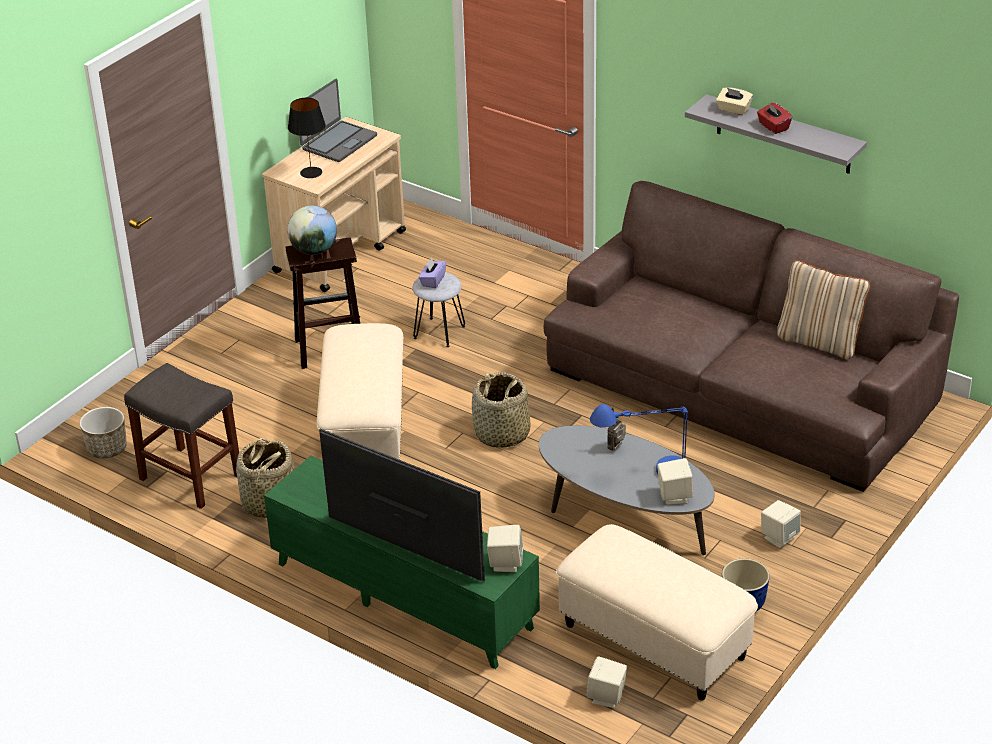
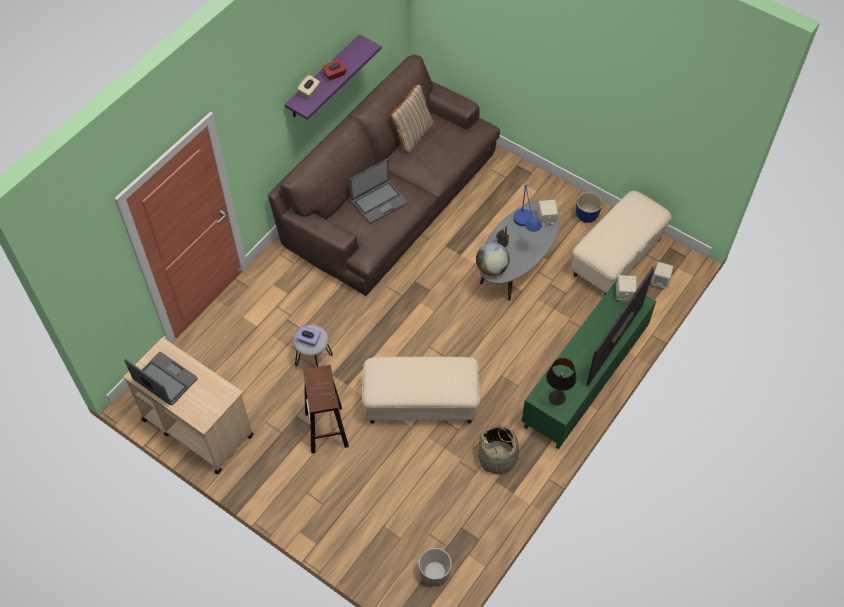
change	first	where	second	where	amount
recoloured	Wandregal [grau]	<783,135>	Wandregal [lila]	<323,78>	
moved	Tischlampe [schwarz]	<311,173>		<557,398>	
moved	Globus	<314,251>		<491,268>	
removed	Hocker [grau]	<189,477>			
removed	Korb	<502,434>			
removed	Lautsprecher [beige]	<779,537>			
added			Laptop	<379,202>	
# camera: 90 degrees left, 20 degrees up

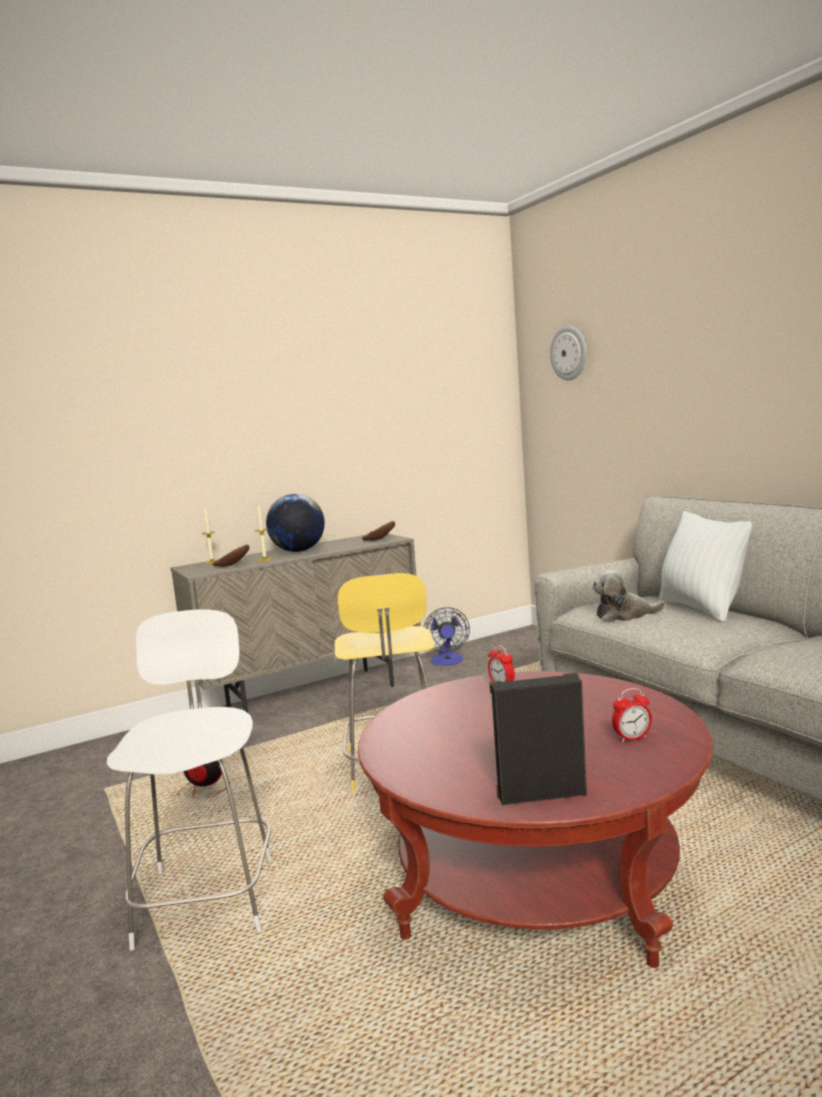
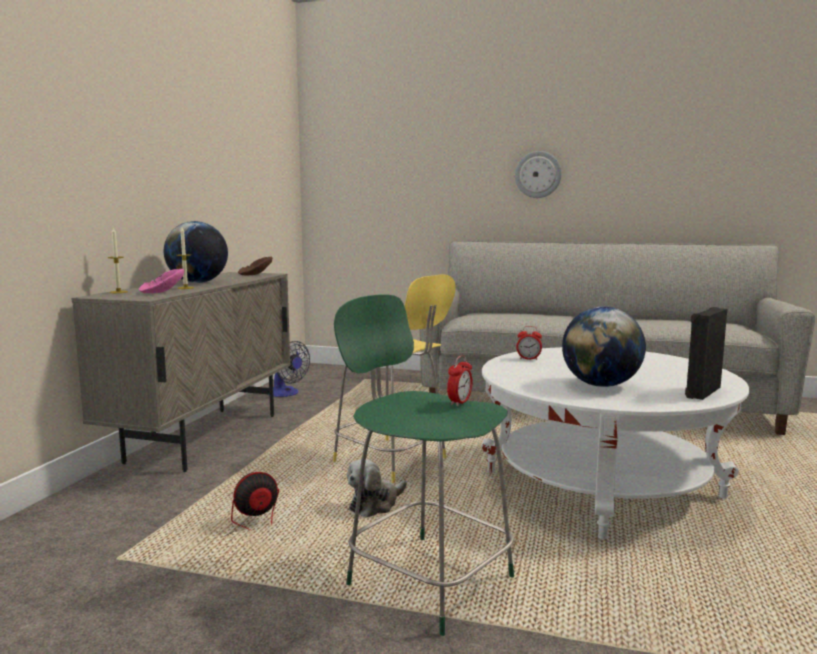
change	first	where	second	where	amount
moved	Wanduhr	<569,353>		<538,174>	
removed	Kissen [weiß]	<701,609>			
recoloured	Schüssel [braun]	<231,565>	Schüssel [rosa]	<161,292>	
moved	Plüschtier	<624,615>		<375,504>	
recoloured	Hocker [weiß]	<207,896>	Hocker [grün]	<426,579>	
recoloured	Couchtisch [rot]	<537,876>	Couchtisch [weiß]	<602,484>	
moved	Wecker	<632,738>		<459,402>	
added			Globus	<601,385>	
# camera: 45 degrees left, 0 degrees up

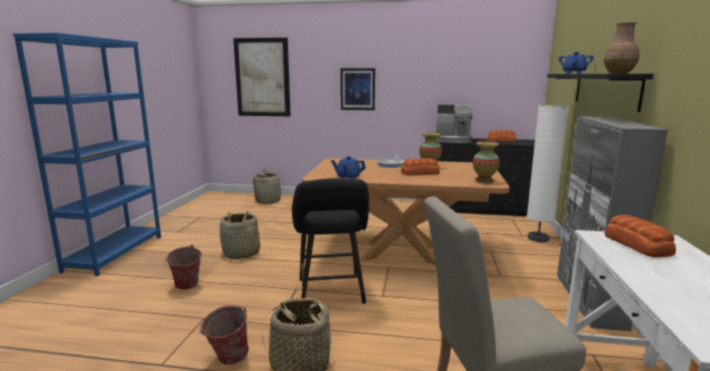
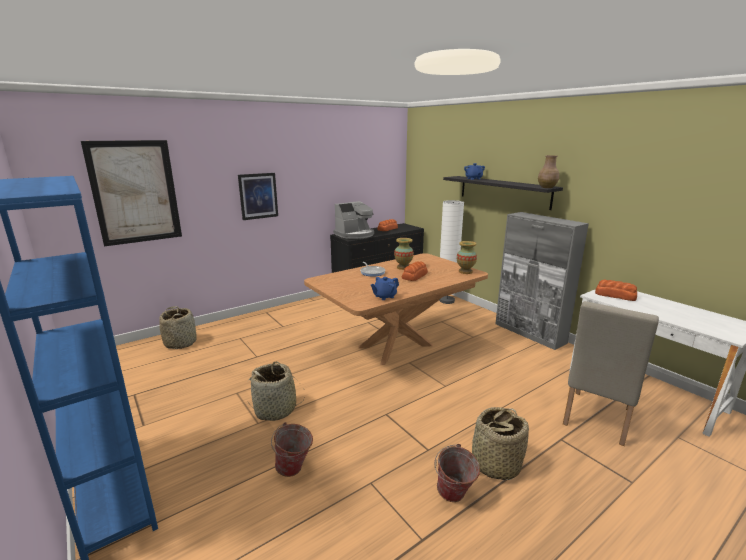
change	first	where	second	where	amount
removed	Hocker [schwarz]	<331,293>			
# camera: 45 degrees left, 5 degrees up

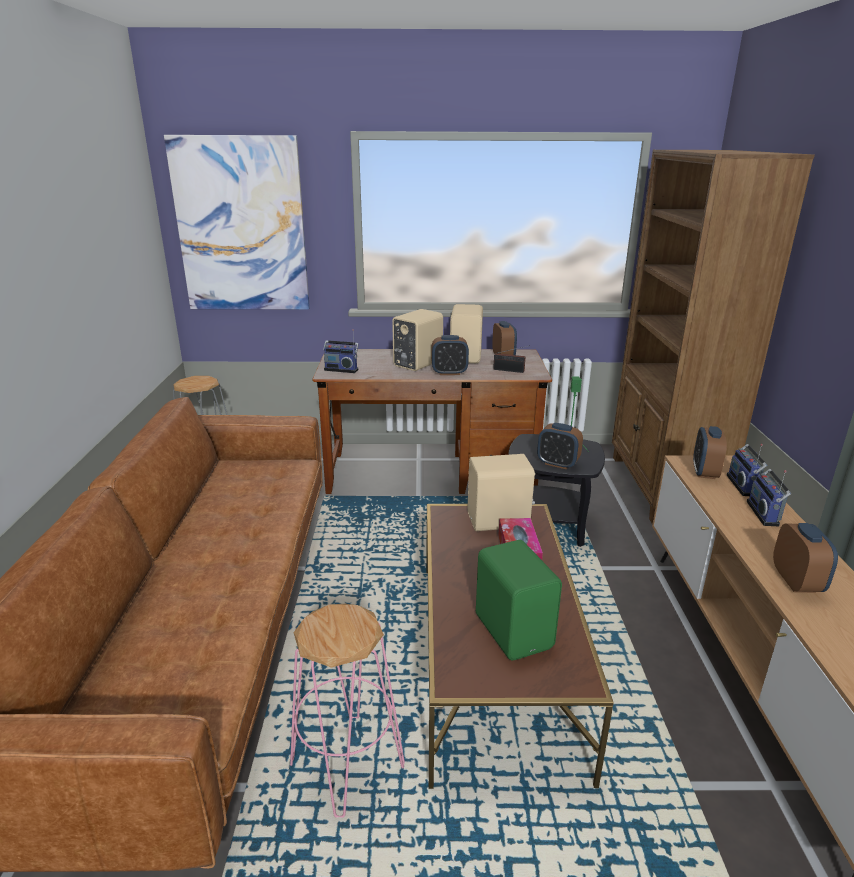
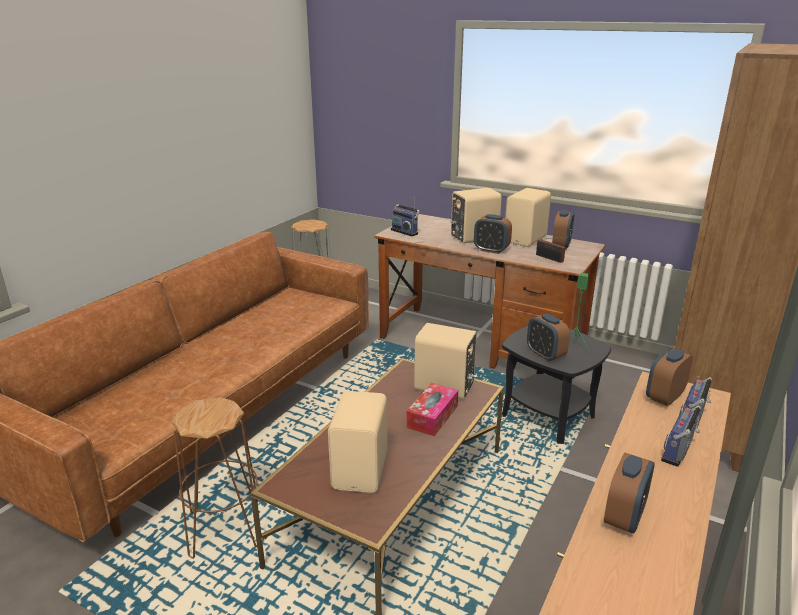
change	first	where	second	where	amount
removed	Bild	<241,226>			
recoloured	Lautsprecher [grün]	<514,630>	Lautsprecher [beige]	<362,470>	
recoloured	Hocker [rosa]	<346,764>	Hocker [braun]	<225,528>	
# camera: 30 degrees right, 0 degrees up

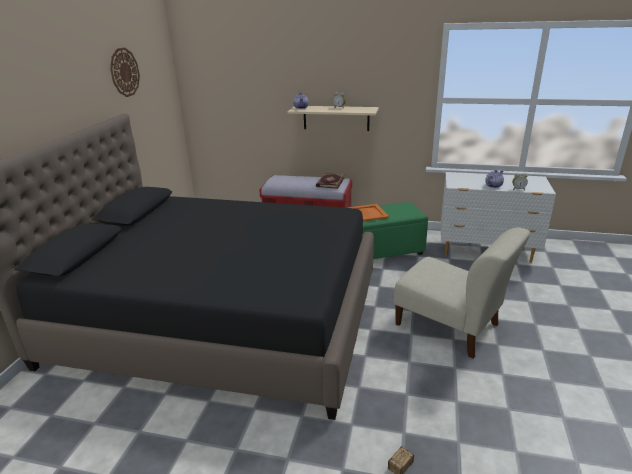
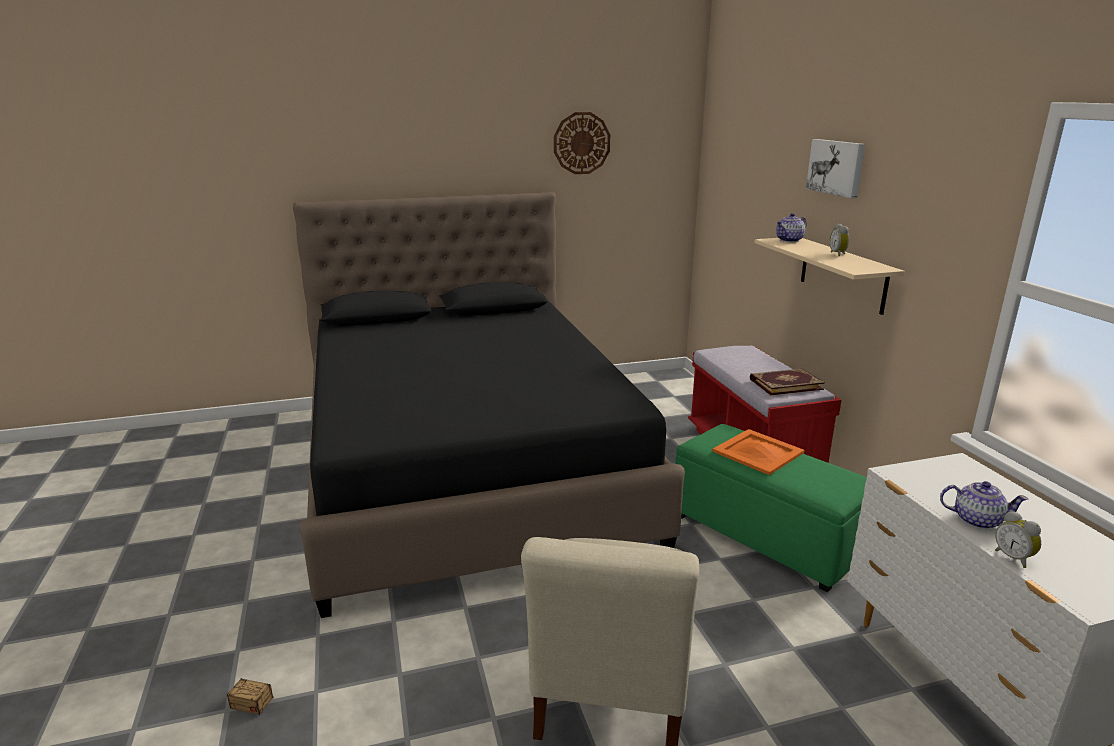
change	first	where	second	where	amount
added			Bild	<837,167>	
# camera: 60 degrees right, 5 degrees down

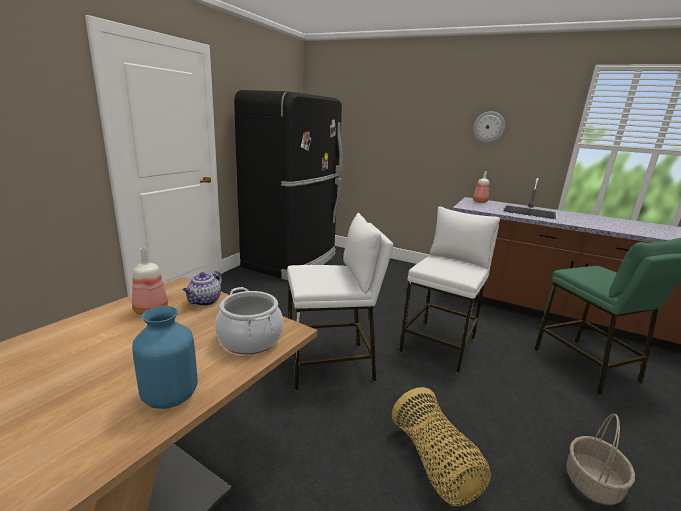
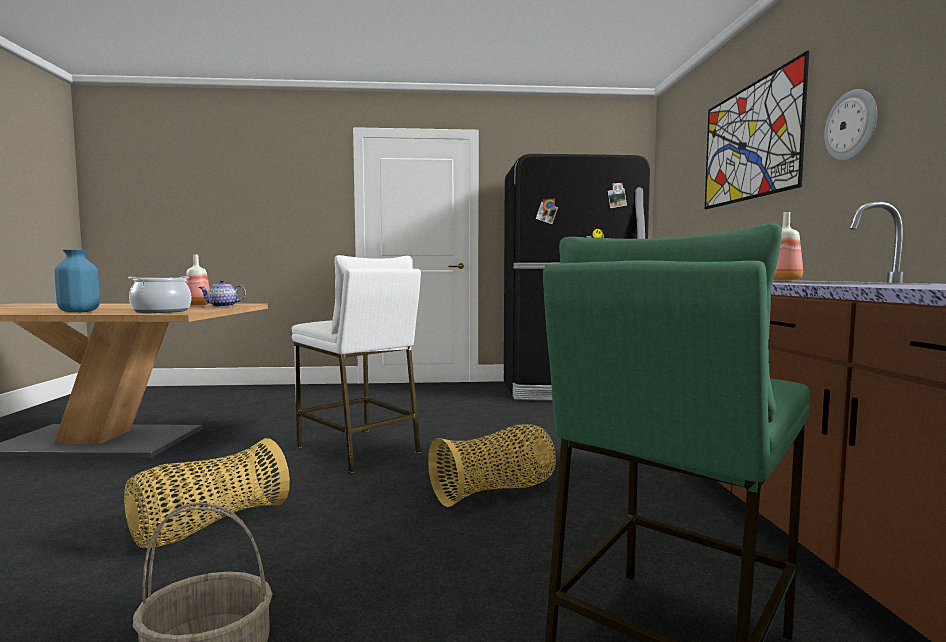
change	first	where	second	where	amount
replaced	Hocker [weiß]	<439,345>	Korb	<495,492>	
added			Bild	<749,142>	
# camera: 60 degrees right, 15 degrees down

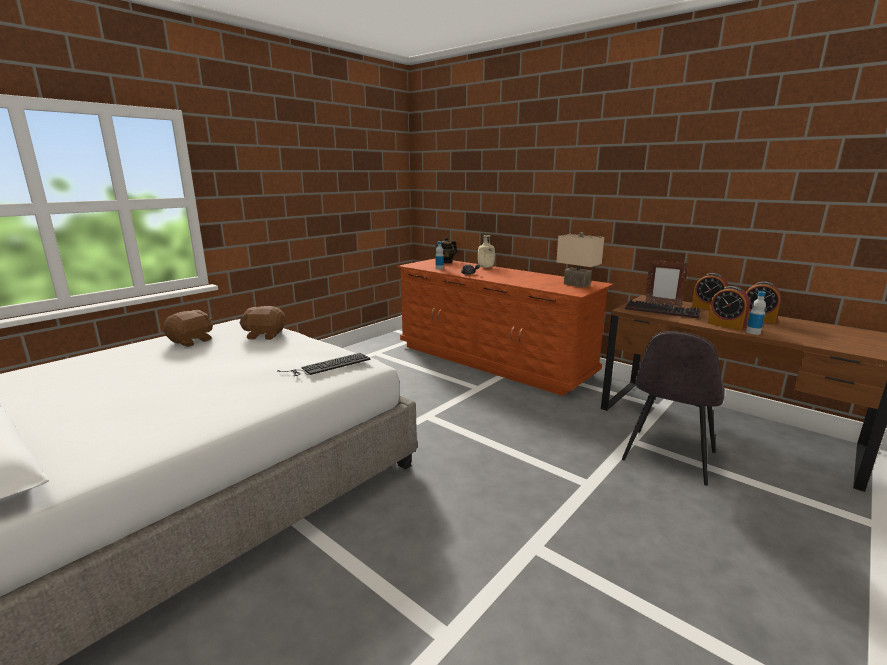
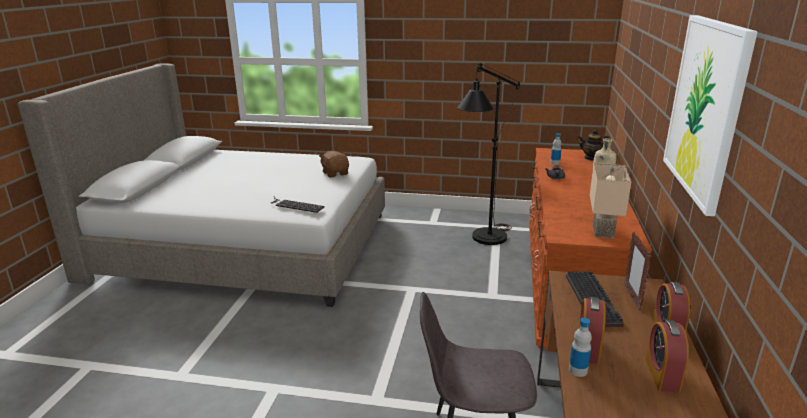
change	first	where	second	where	amount
removed	Plüschtier [braun]	<192,341>			
added			Bild	<705,108>	
added			Stehlampe [schwarz]	<484,241>	
# camera: 60 degrees right, 5 degrees up

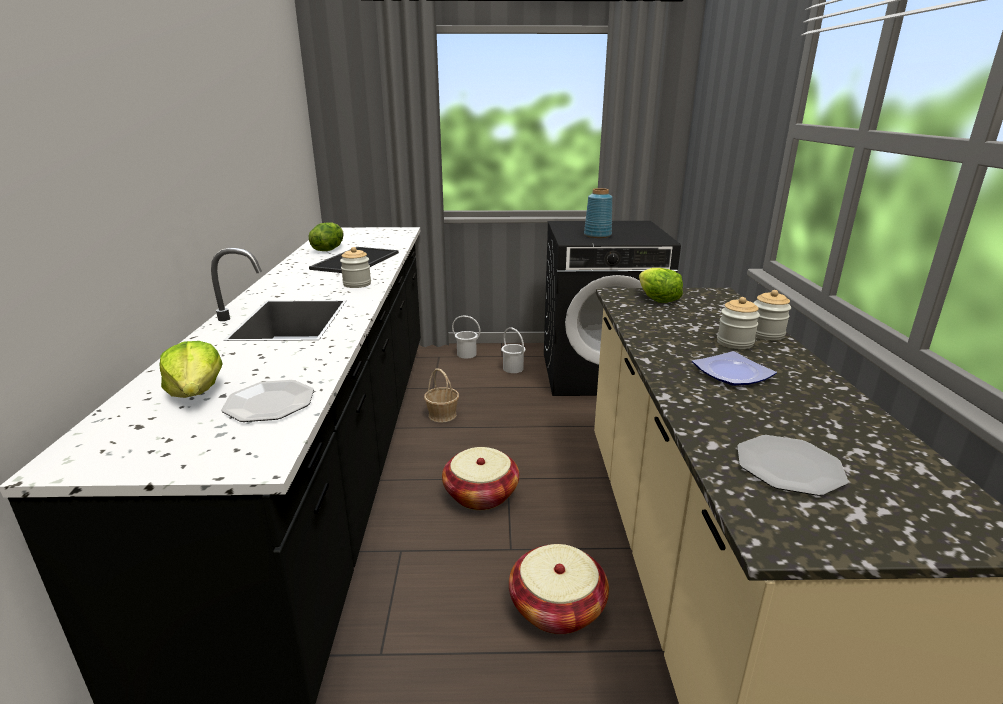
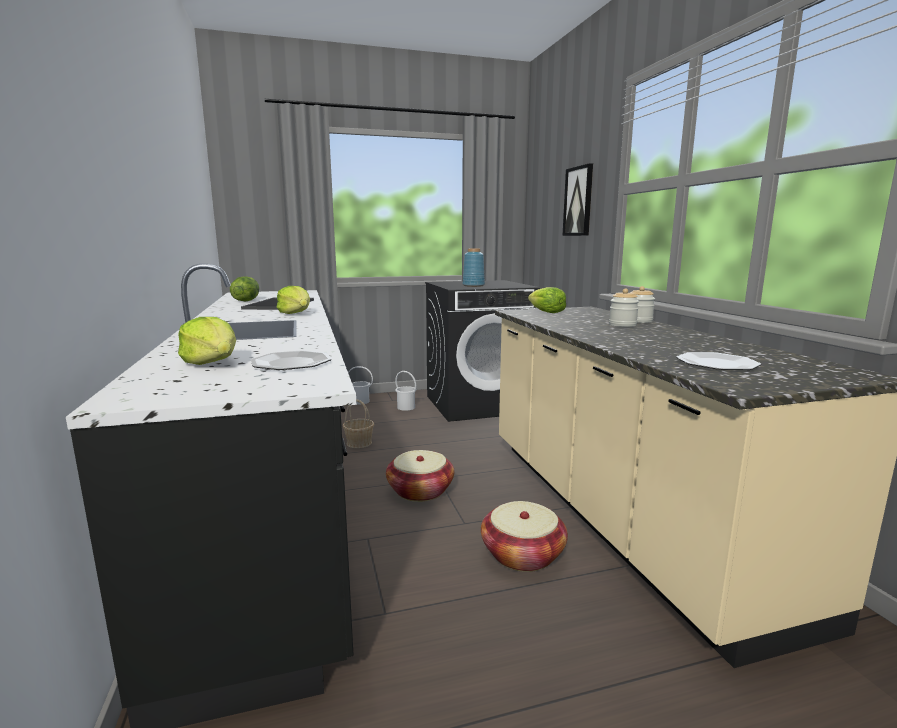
change	first	where	second	where	amount
replaced	Vorratsglas	<357,284>	Salatkopf	<296,313>	
removed	Teller	<732,374>			
added			Bild	<578,201>	
# camera: 15 degrees left, 10 degrees down

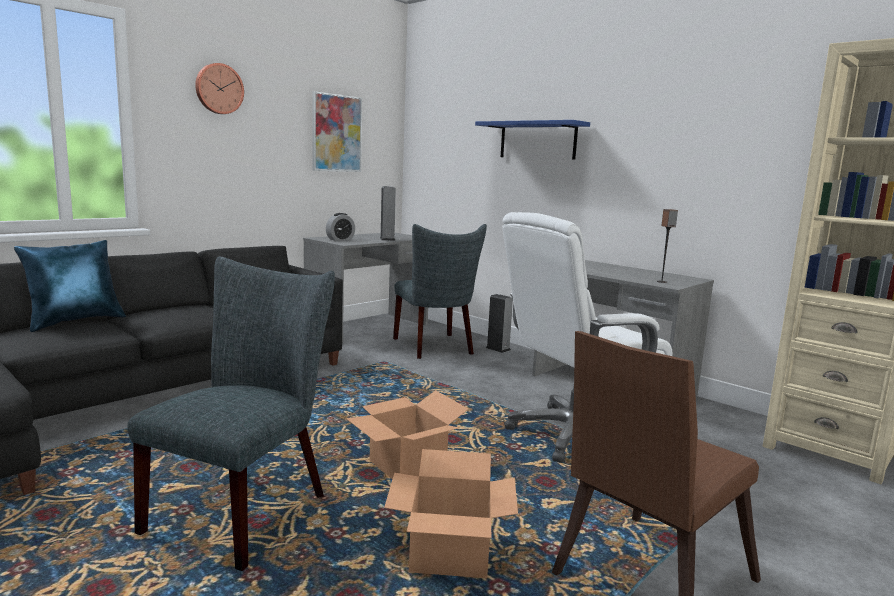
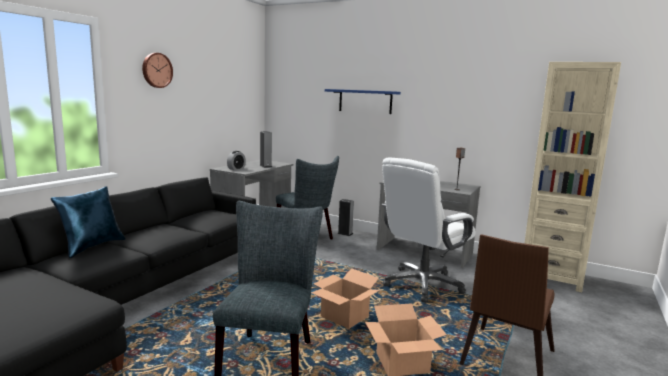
change	first	where	second	where	amount
removed	Bild	<336,133>			
# camera: 15 degrees left, 0 degrees up

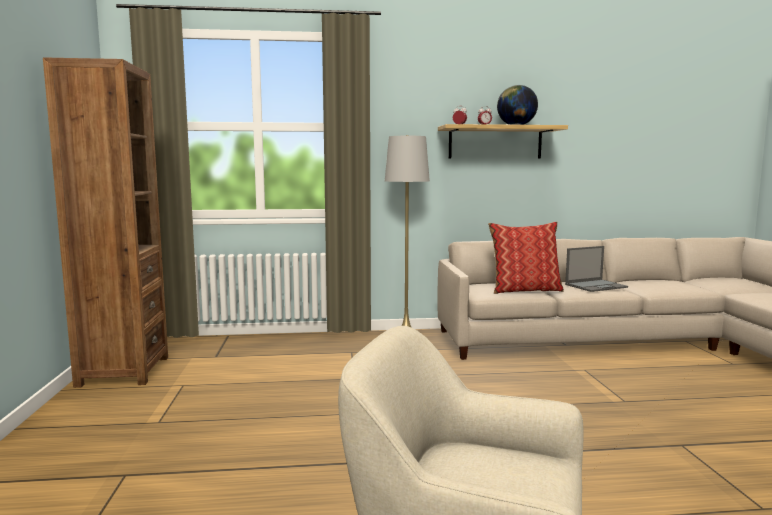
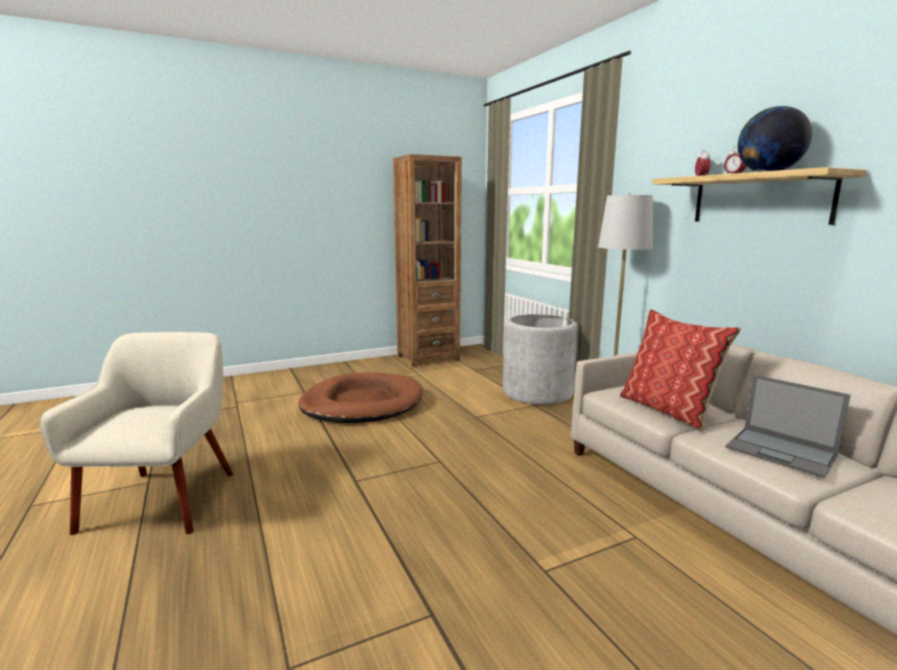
change	first	where	second	where	amount
added			Pflanzkübel [grau]	<537,392>	
added			Hundebett [braun]	<362,403>	
# camera: 70 degrees right, 5 degrees up

